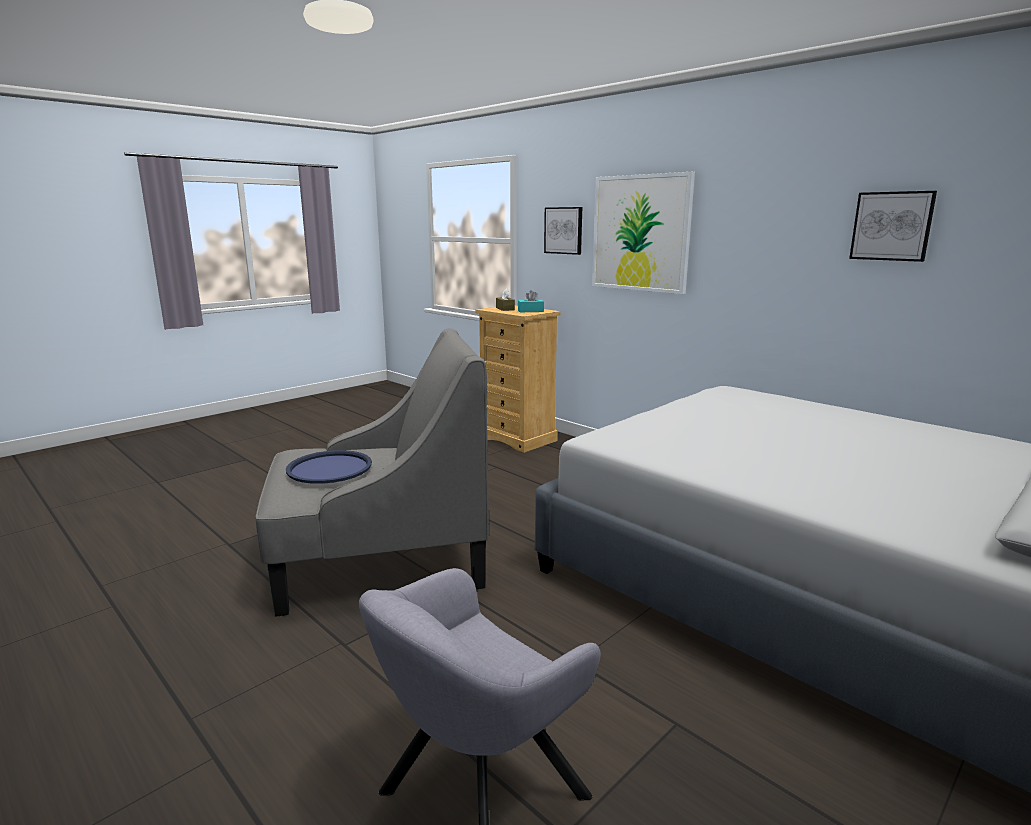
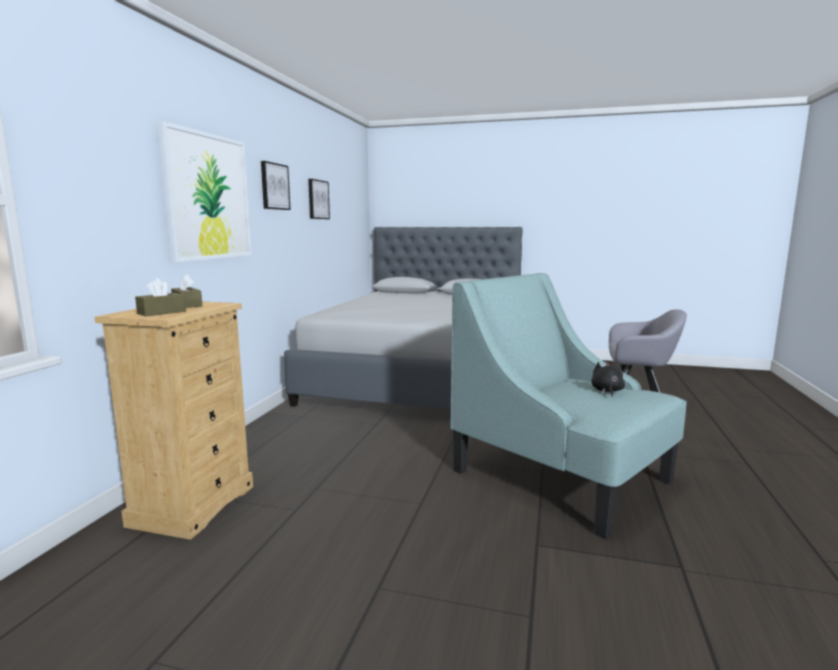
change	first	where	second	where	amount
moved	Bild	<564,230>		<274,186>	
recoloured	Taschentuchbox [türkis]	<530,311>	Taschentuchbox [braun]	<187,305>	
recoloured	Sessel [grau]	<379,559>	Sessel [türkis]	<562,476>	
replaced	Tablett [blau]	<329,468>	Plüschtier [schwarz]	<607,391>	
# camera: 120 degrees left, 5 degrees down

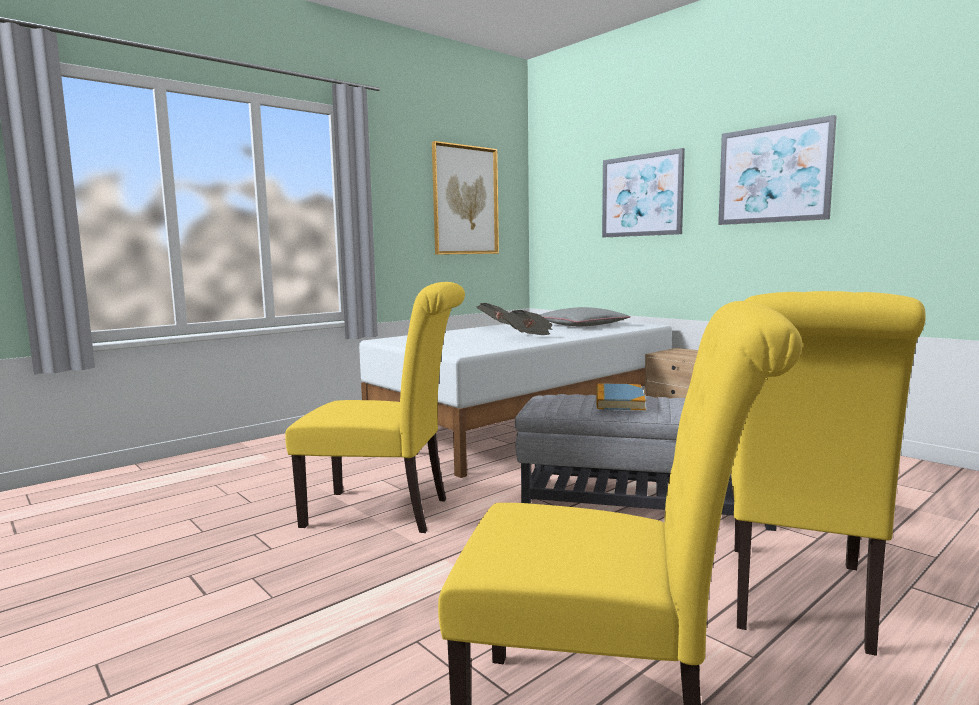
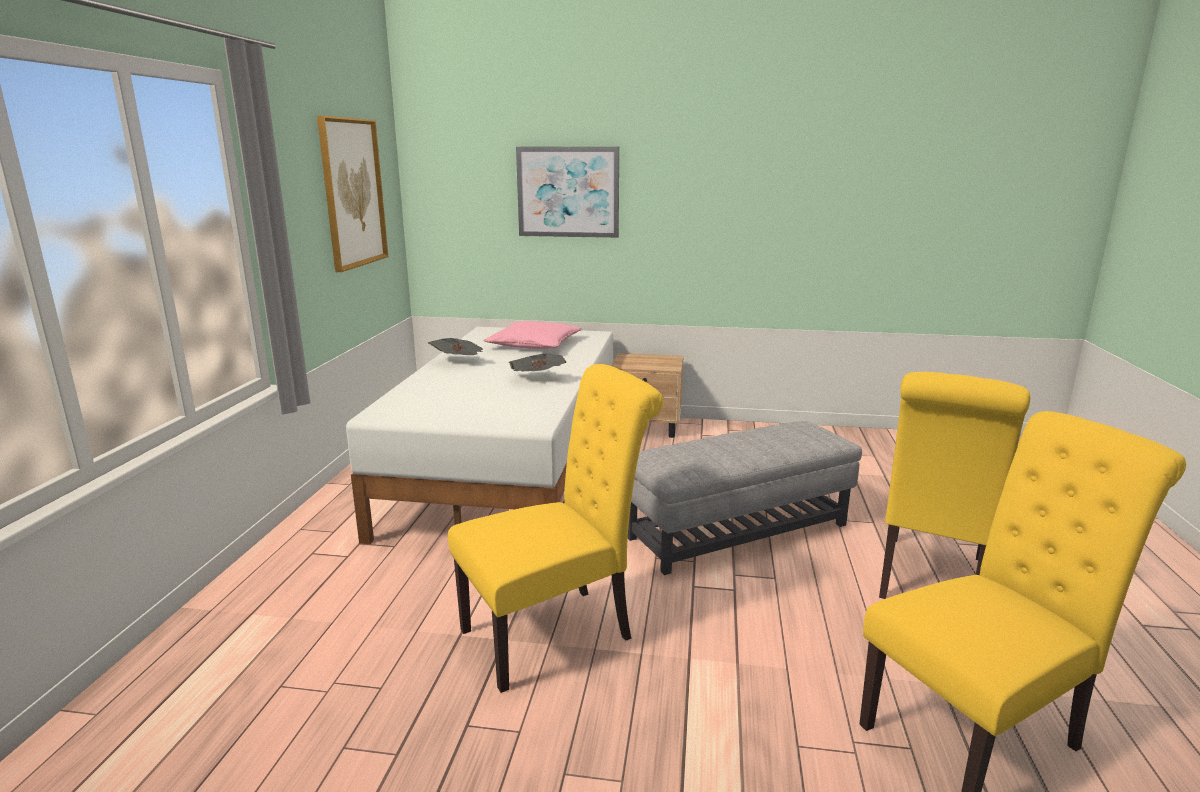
change	first	where	second	where	amount
removed	Bild	<774,174>			
turned	Stuhl [gelb]	<798,601>		<930,581>	45 degrees clockwise
recoloured	Kissen [grau]	<582,325>	Kissen [rosa]	<534,344>	
removed	Buch	<619,400>			
# camera: 40 degrees left, 10 degrees up

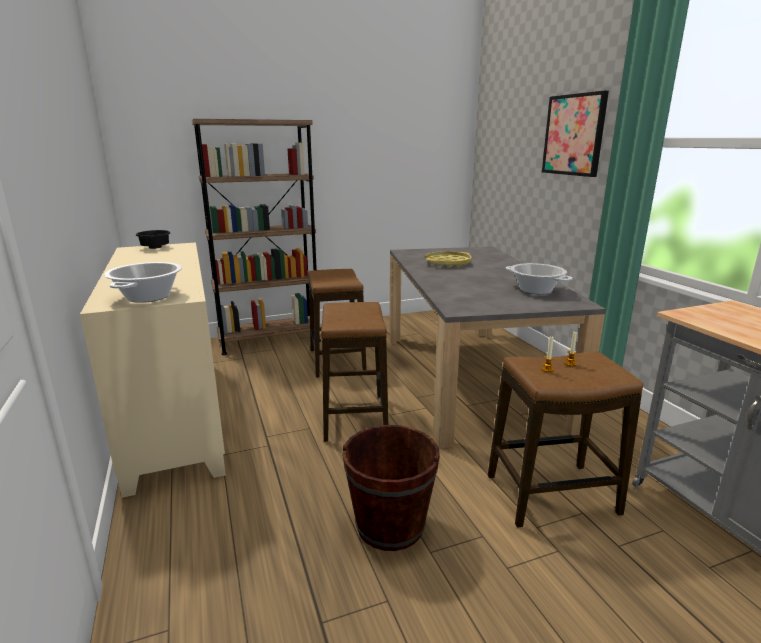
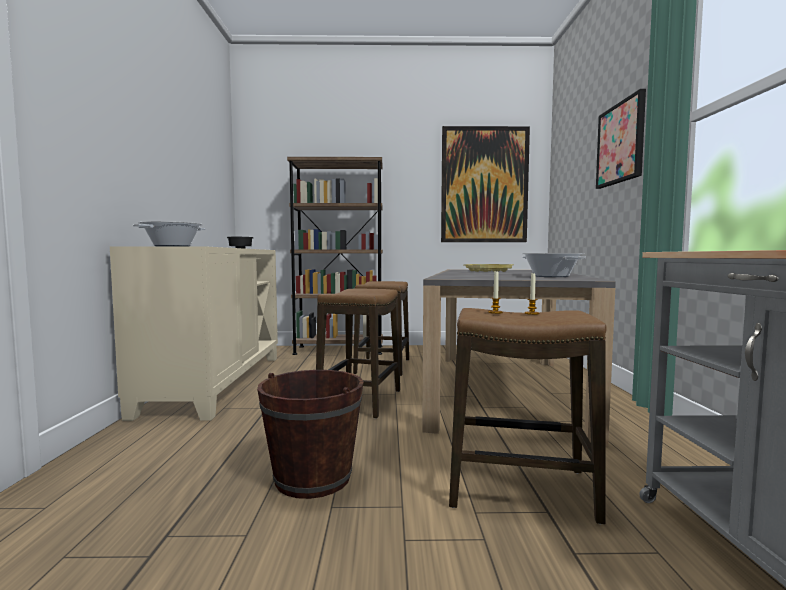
change	first	where	second	where	amount
added			Bild	<484,185>	
# camera: 20 degrees right, 15 degrees down

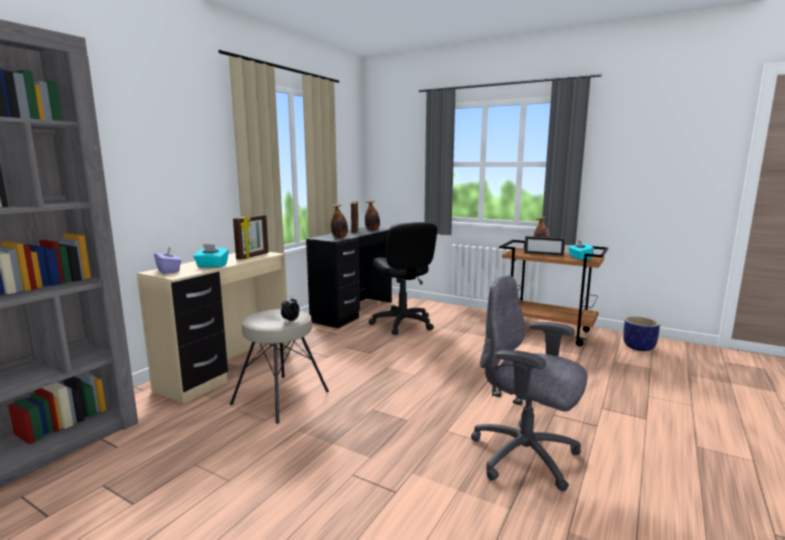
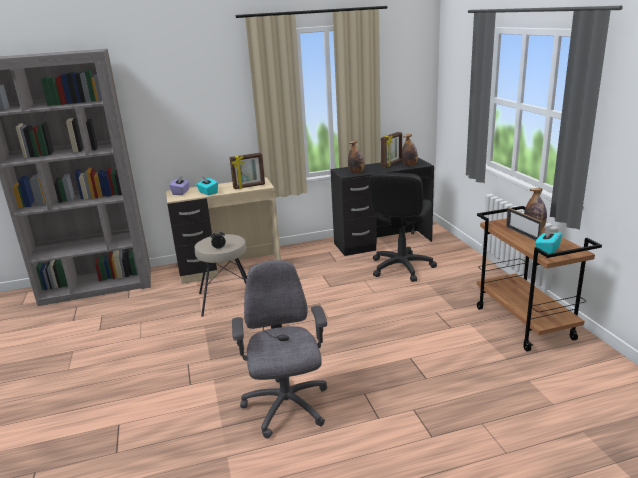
change	first	where	second	where	amount
removed	Pflanzkübel	<639,347>			
# camera: 45 degrees right, 10 degrees up

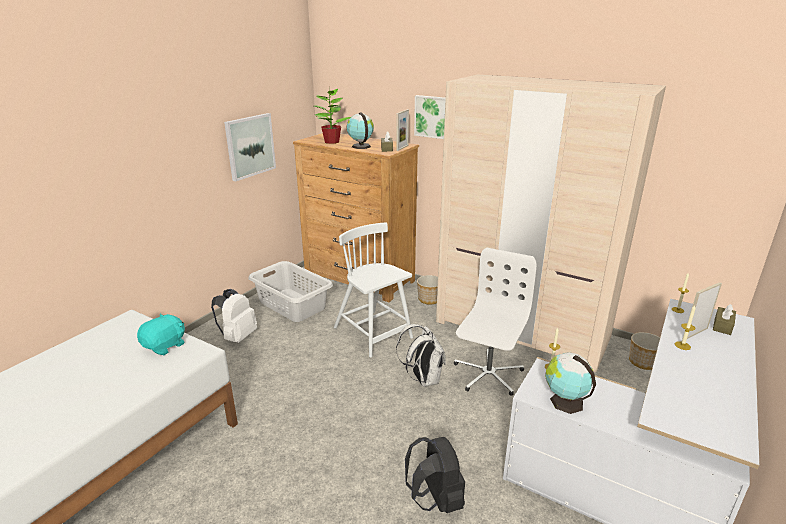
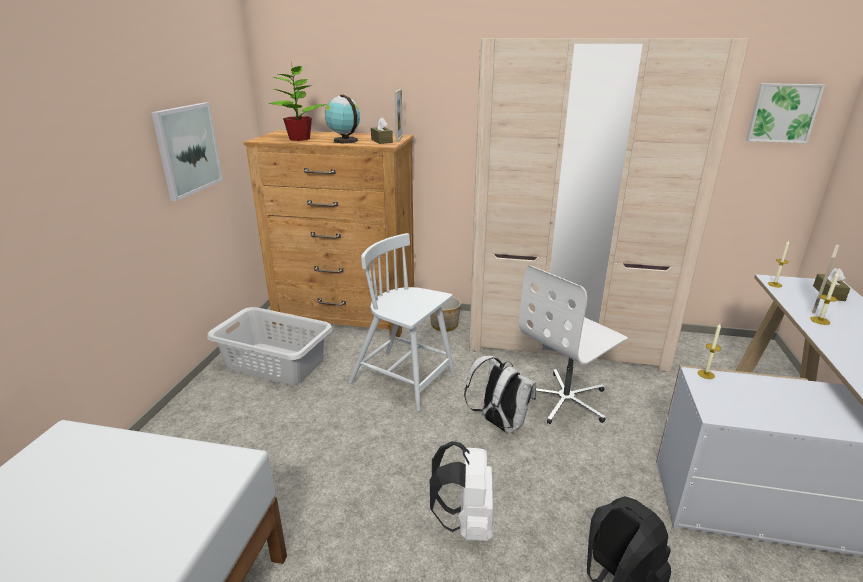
change	first	where	second	where	amount
moved	Bild	<433,117>		<782,113>	
turned	Bürostuhl [weiß]	<487,374>		<566,400>	135 degrees counterclockwise
moved	Rucksack [weiß]	<237,337>		<466,522>	
removed	Plüschtier [türkis]	<165,346>			
removed	Pflanzkübel	<643,362>			
removed	Globus	<565,401>			
# camera: 20 degrees left, 0 degrees up

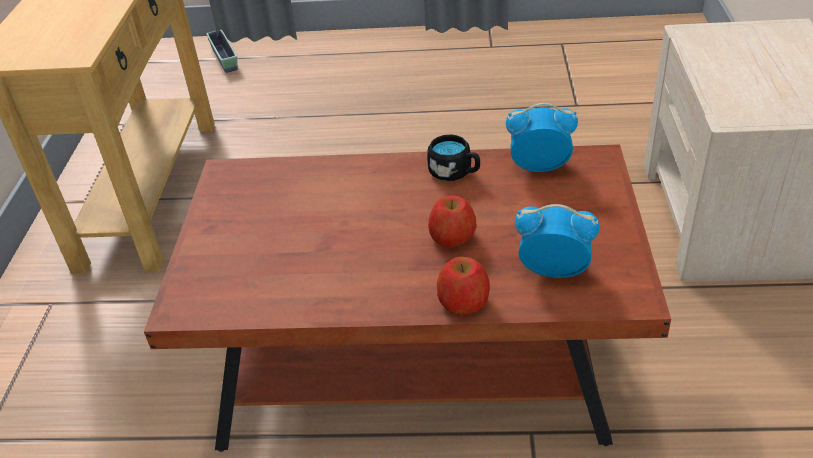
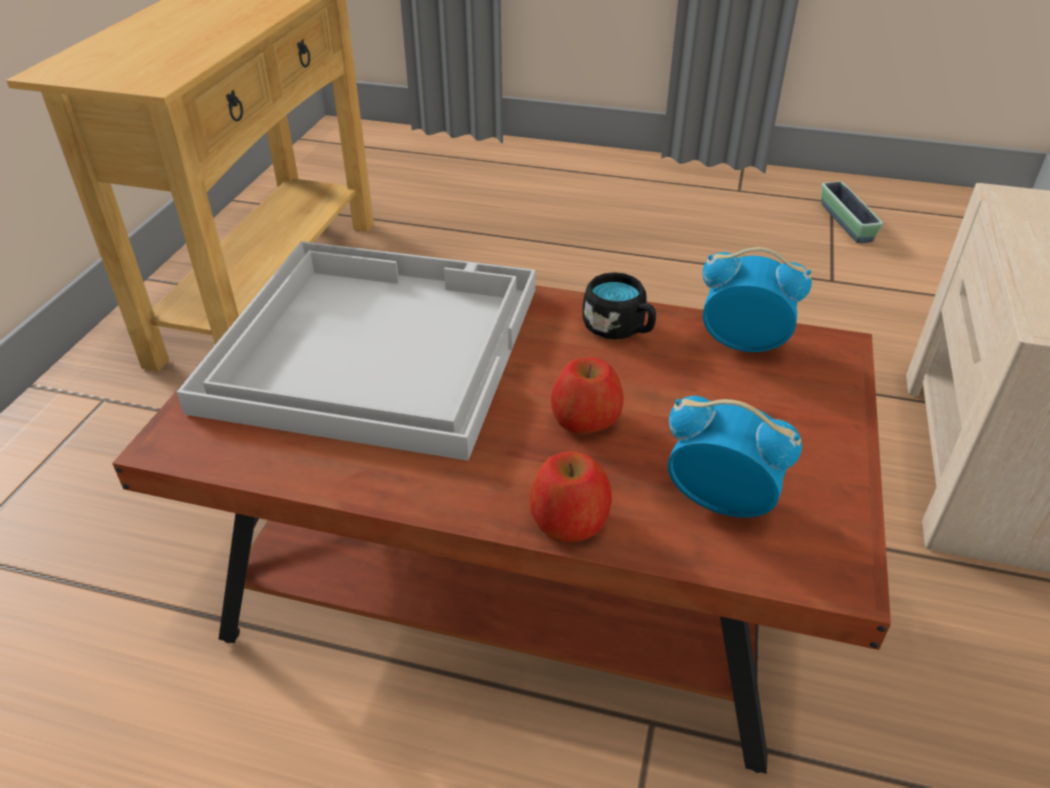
change	first	where	second	where	amount
moved	Pflanzkübel	<224,59>		<846,223>	
added			Tablett [weiß]	<373,345>	
# camera: 10 degrees right, 0 degrees up

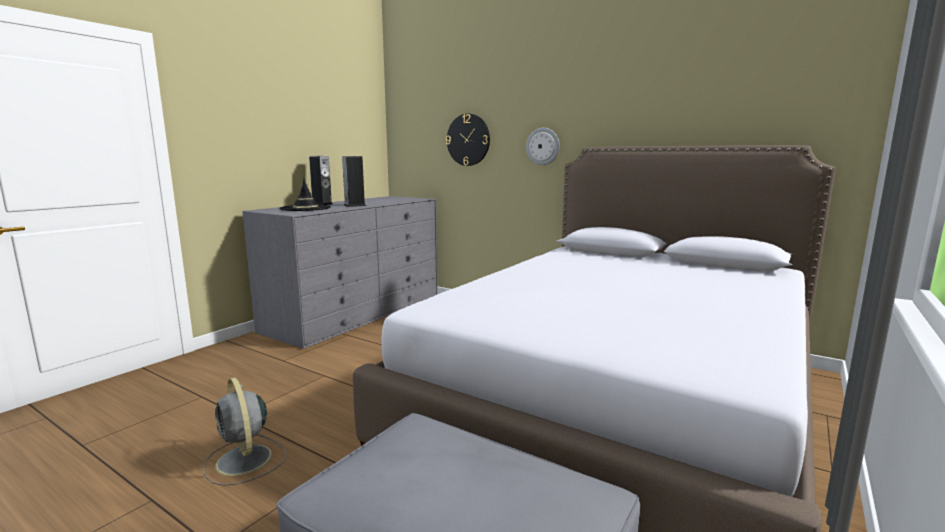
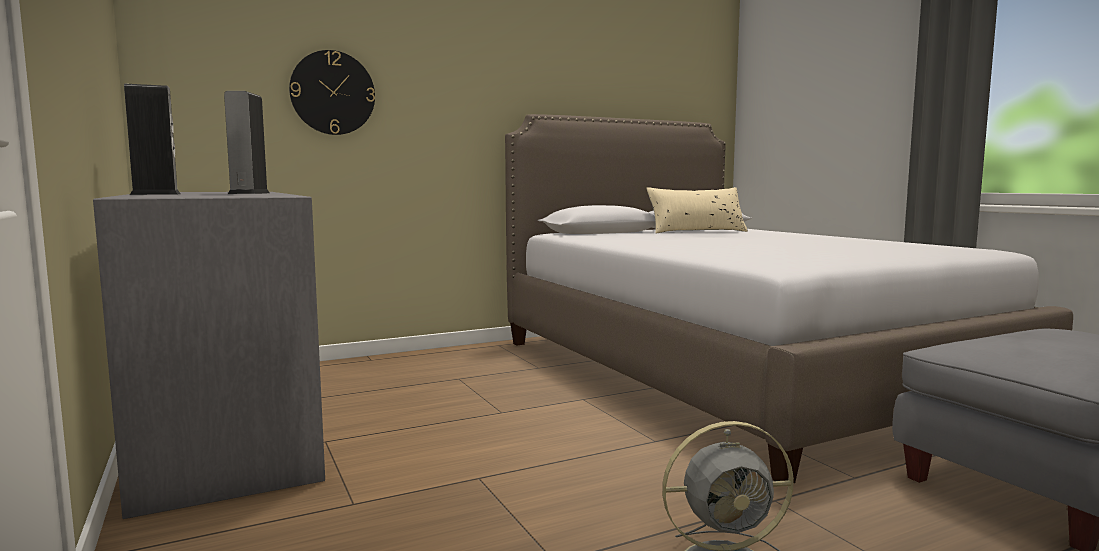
change	first	where	second	where	amount
removed	Wanduhr	<543,146>			
removed	Hut [schwarz]	<305,208>			
added			Kissen [beige]	<696,231>	
# camera: 60 degrees left, 5 degrees down

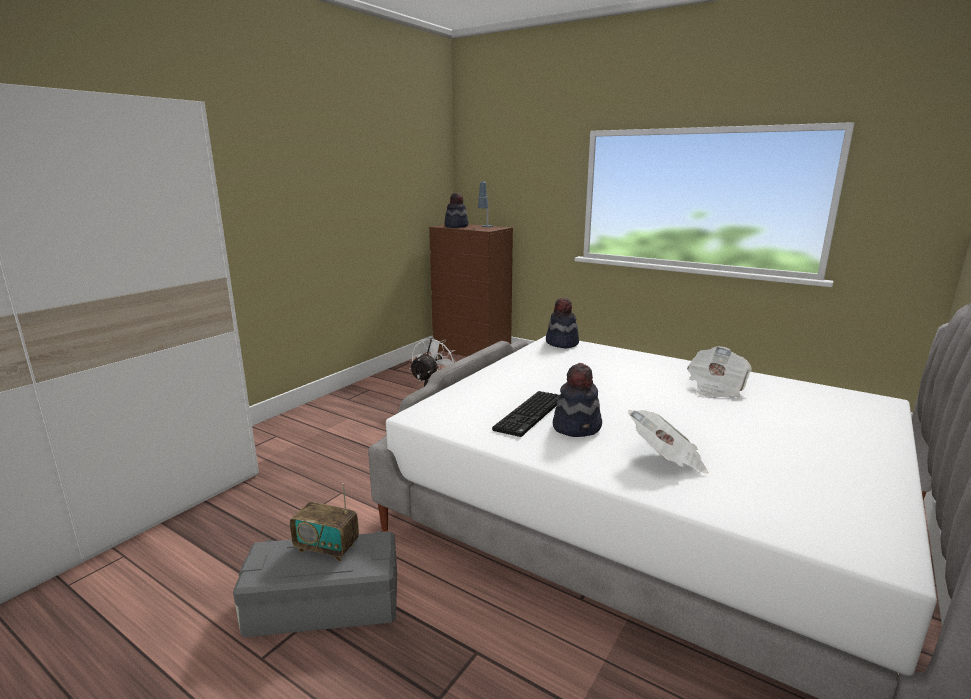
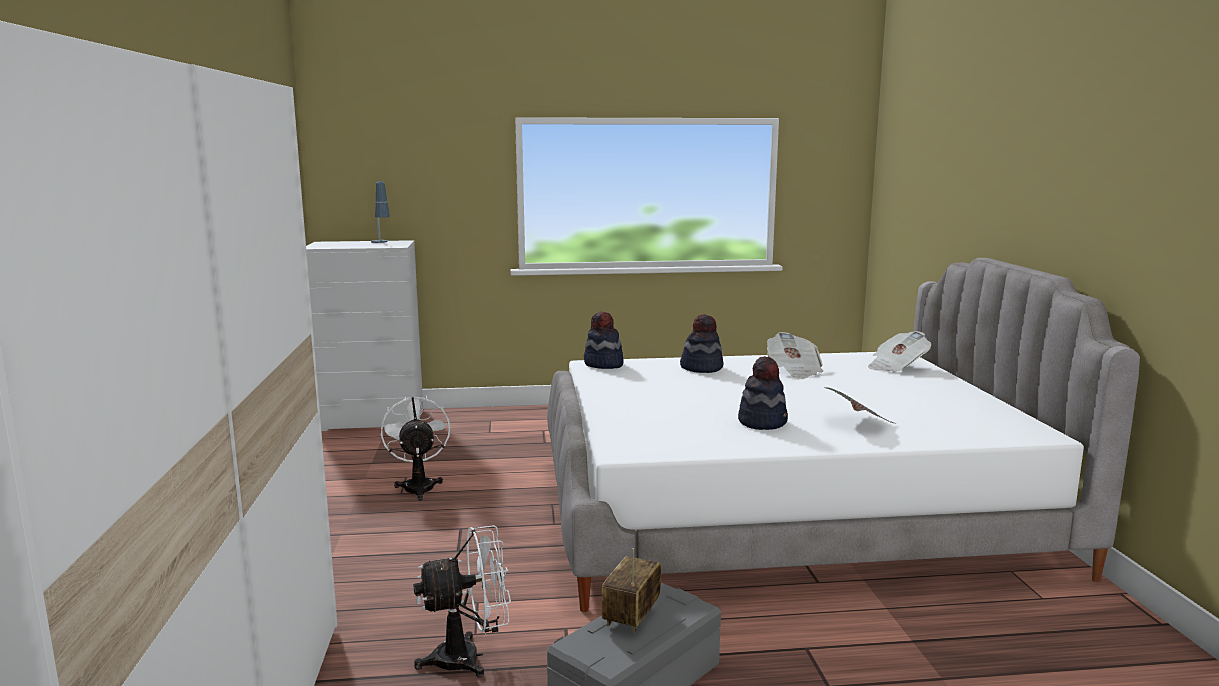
change	first	where	second	where	amount
moved	Hut	<456,226>		<701,368>	
recoloured	Kommode [braun]	<472,351>	Kommode [weiß]	<372,420>	
removed	Tastatur	<531,415>			
turned	Radio	<327,548>		<631,615>	135 degrees clockwise
added			Zeitung	<896,367>	
added			Ventilator [weiß]	<469,658>	
# camera: 40 degrees left, 5 degrees down

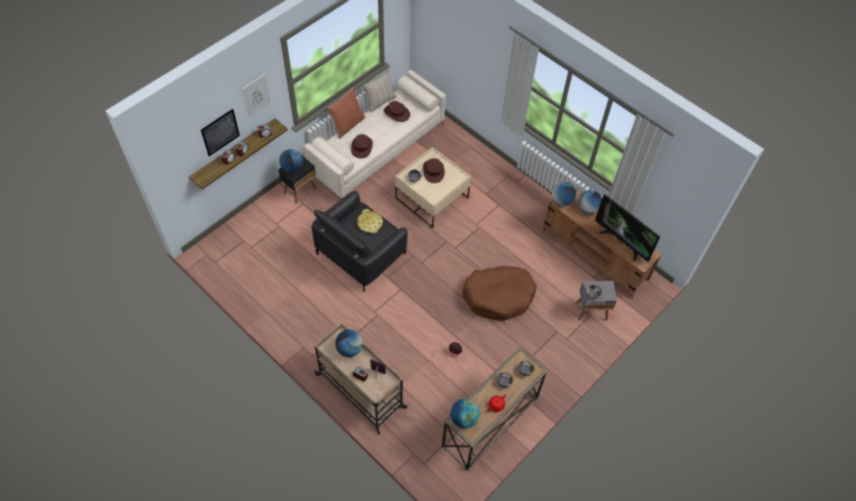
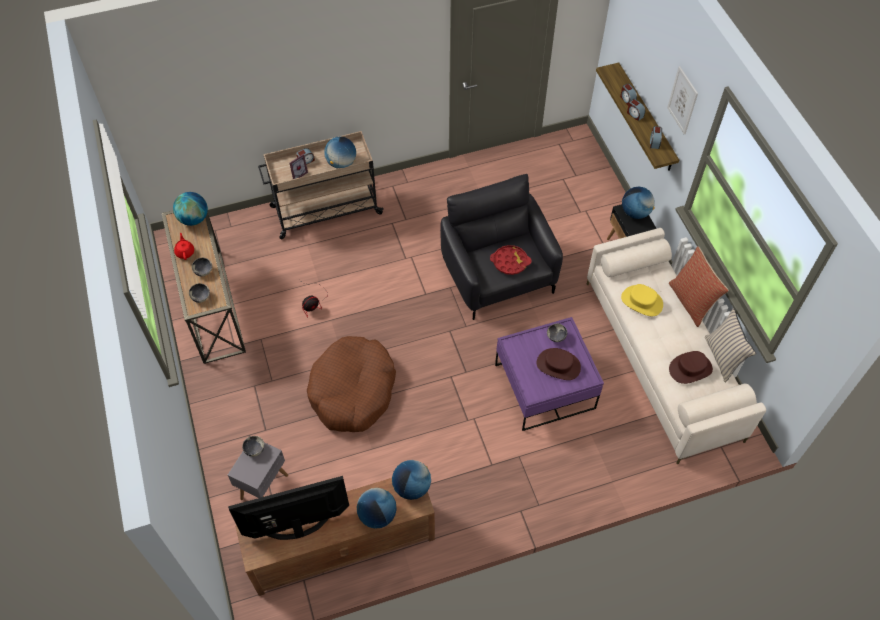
change	first	where	second	where	amount
removed	Bild	<220,132>			
recoloured	Hut [braun]	<362,147>	Hut [gelb]	<641,301>	
recoloured	Couchtisch [beige]	<431,198>	Couchtisch [lila]	<544,386>	
recoloured	Tablett [gelb]	<370,223>	Tablett [rot]	<510,262>	
# camera: 120 degrees right, 0 degrees up

